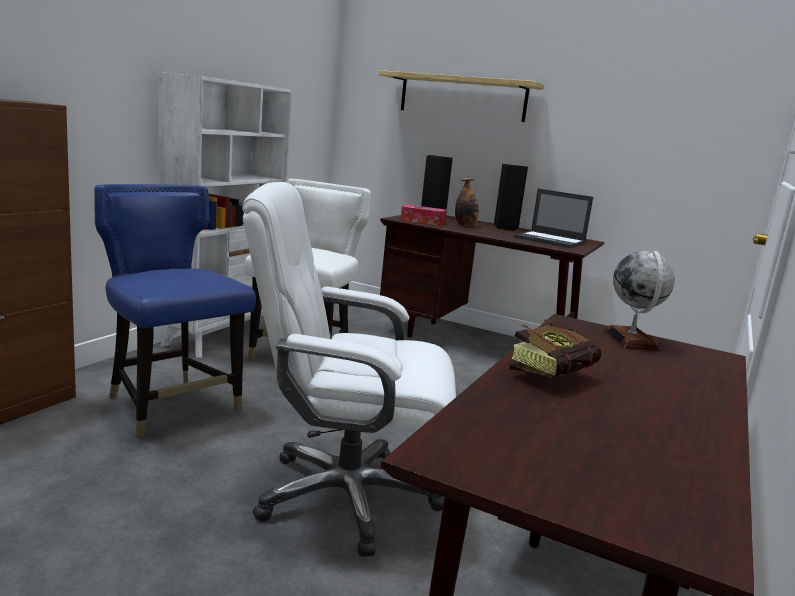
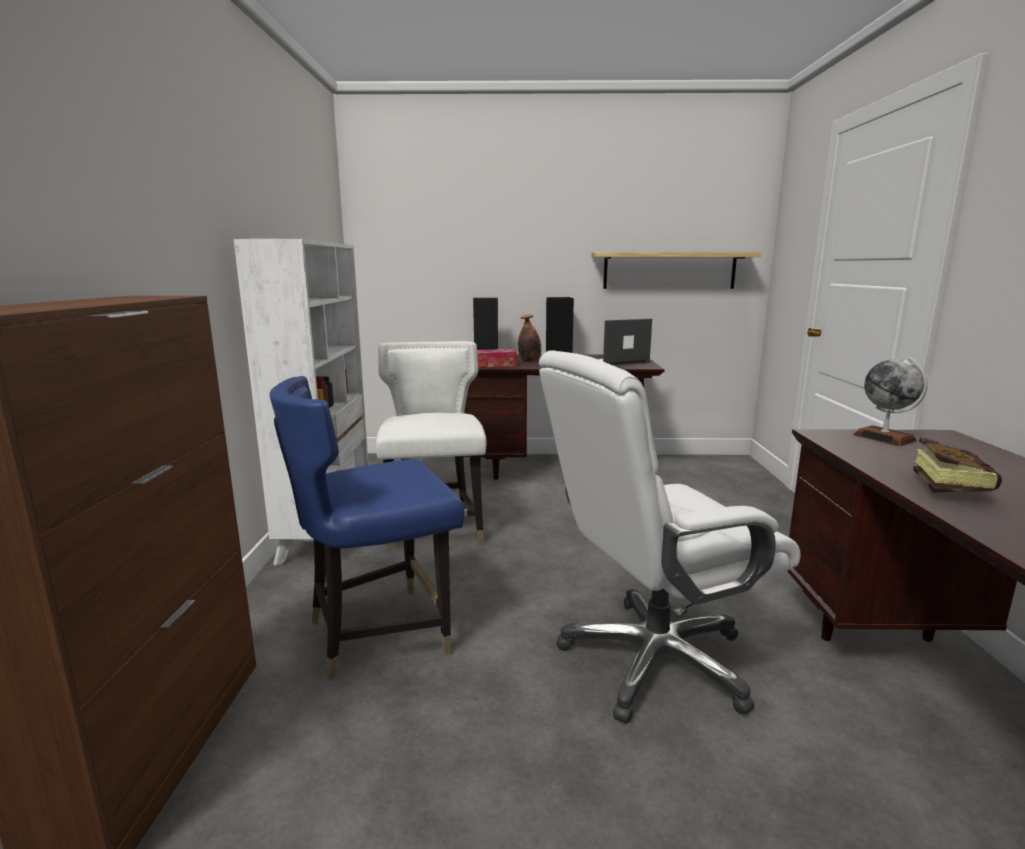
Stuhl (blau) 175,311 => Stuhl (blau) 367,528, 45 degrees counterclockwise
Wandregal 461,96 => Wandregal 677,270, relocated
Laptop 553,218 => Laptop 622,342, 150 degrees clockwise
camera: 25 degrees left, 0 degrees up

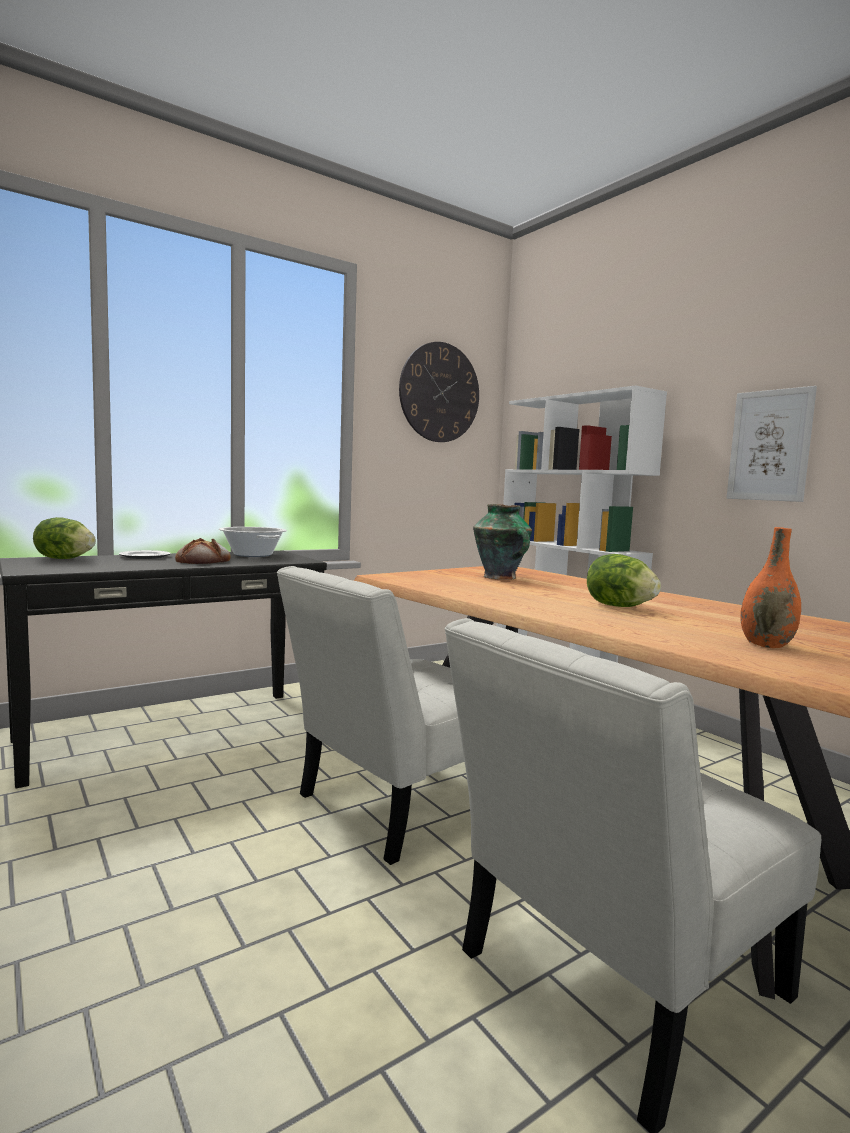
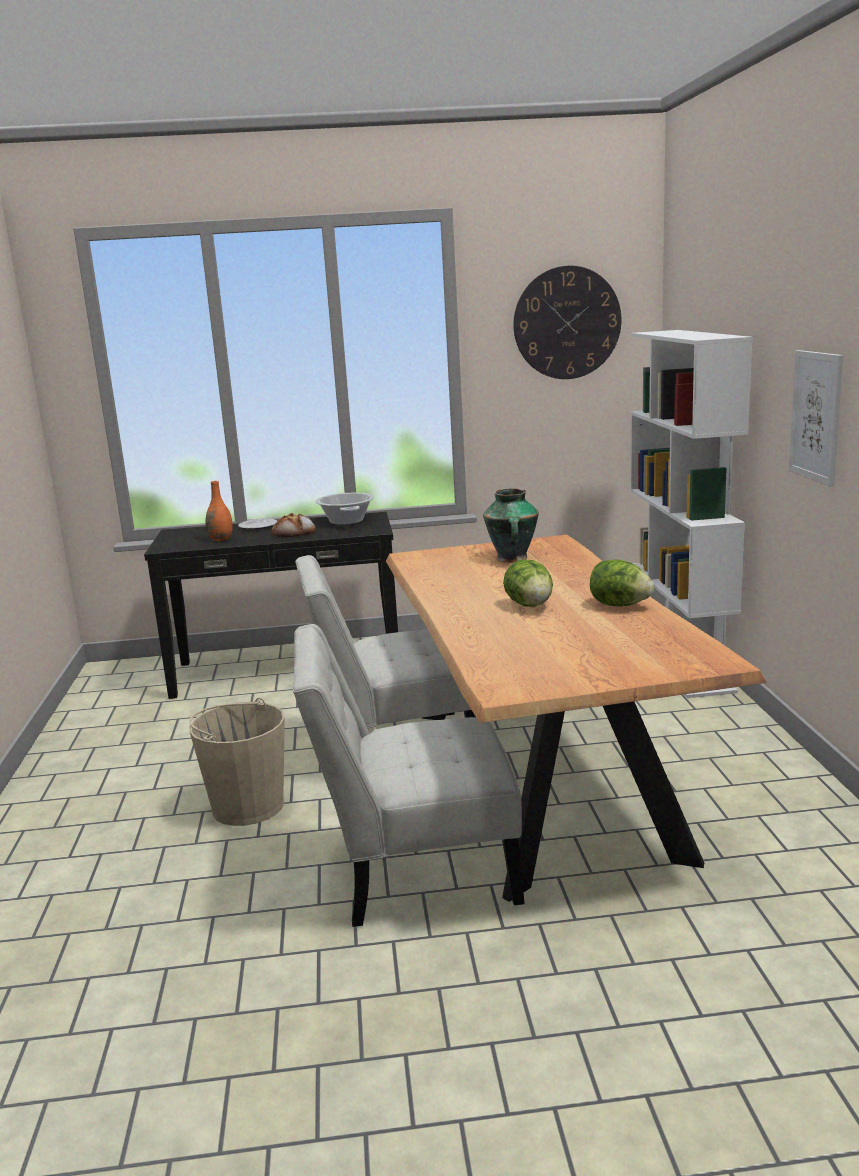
Salatkopf 64,538 => Salatkopf 622,582, relocated
Vase (orange) 770,587 => Vase (orange) 219,511, relocated
nothing => Eimer (beige) 237,762
camera: 30 degrees right, 10 degrees up

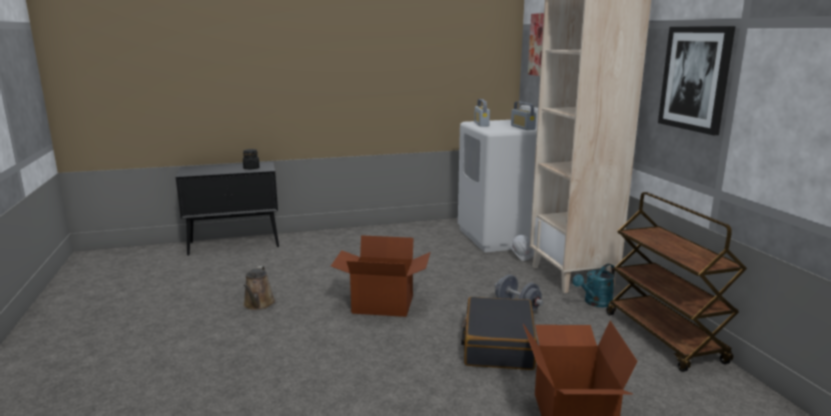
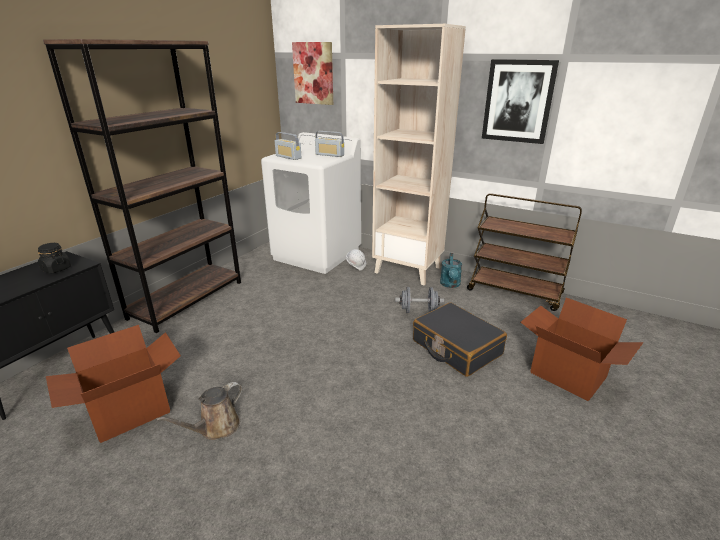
Gießkanne (braun) 259,288 => Gießkanne (braun) 199,411, 90 degrees clockwise
Karton 381,276 => Karton 113,384, relocated
nothing => Bücherregal (braun) 142,186
camera: 45 degrees left, 10 degrees up

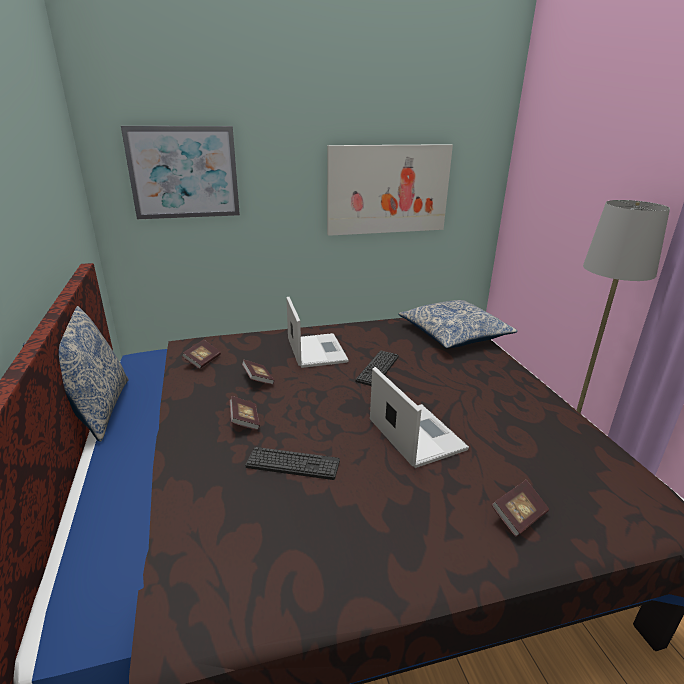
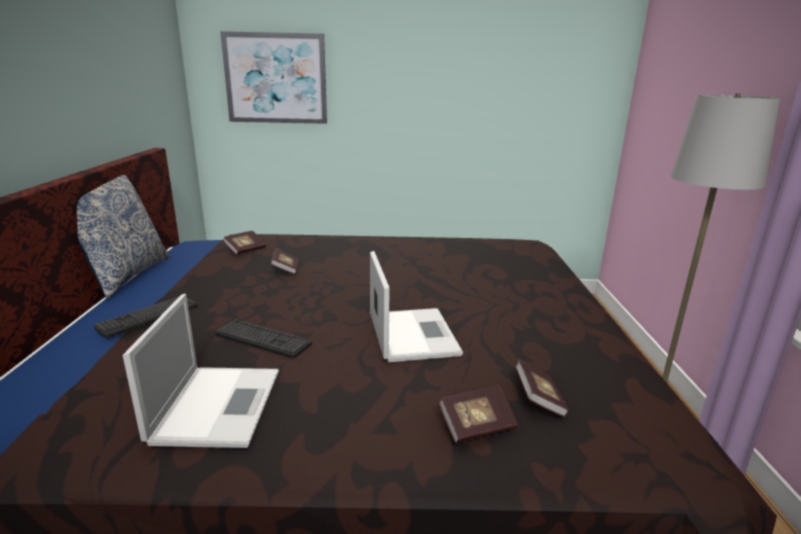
Buch 244,413 => Buch 542,388, relocated
Laptop 317,332 => Laptop 201,371, relocated
Bild 390,190 => nothing
Tastatur 377,368 => Tastatur 146,317, relocated
Kissen 458,324 => nothing
camera: 15 degrees right, 5 degrees down

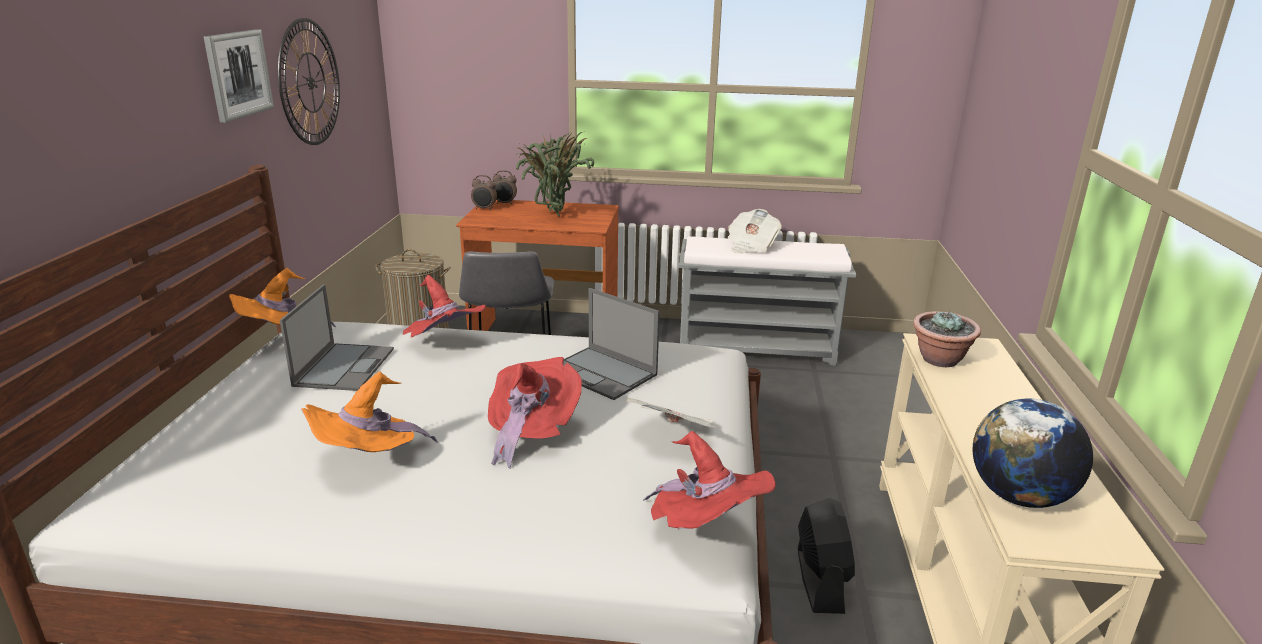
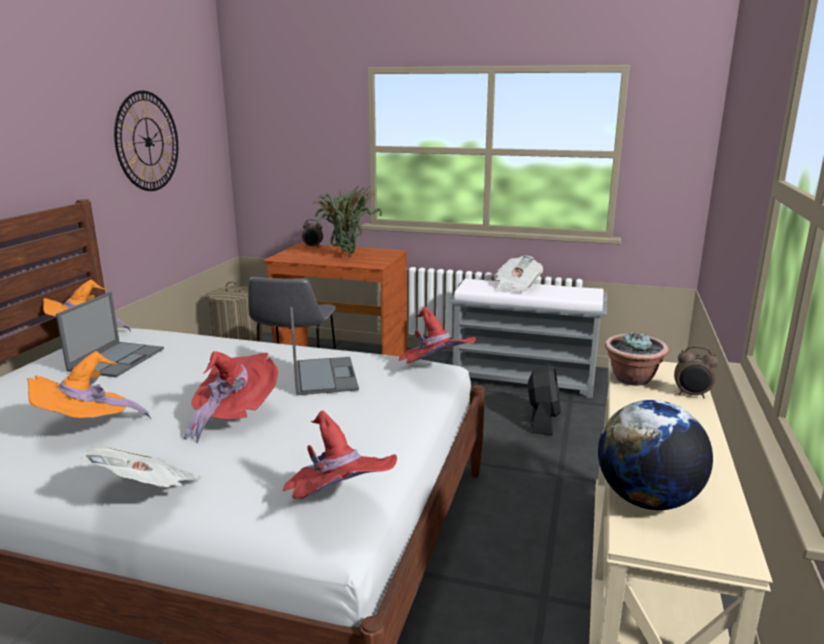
Bild 239,76 => nothing
Hut (rot) 444,306 => Hut (rot) 437,335, relocated
Wecker 484,192 => Wecker 696,372, relocated
Laptop 611,344 => Laptop 324,351, 150 degrees counterclockwise
Zeitung 671,413 => Zeitung 141,467, relocated
Ventilator (schwarz) 826,556 => Ventilator (schwarz) 544,399, relocated
camera: 10 degrees right, 5 degrees down

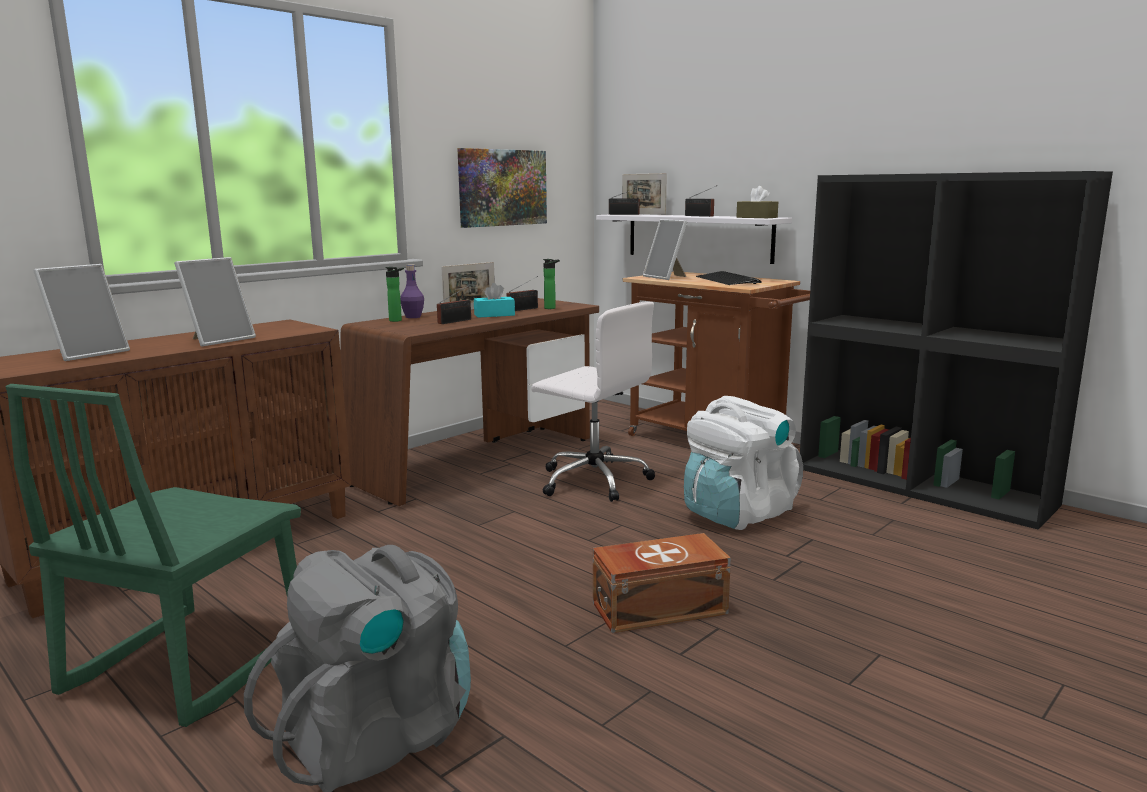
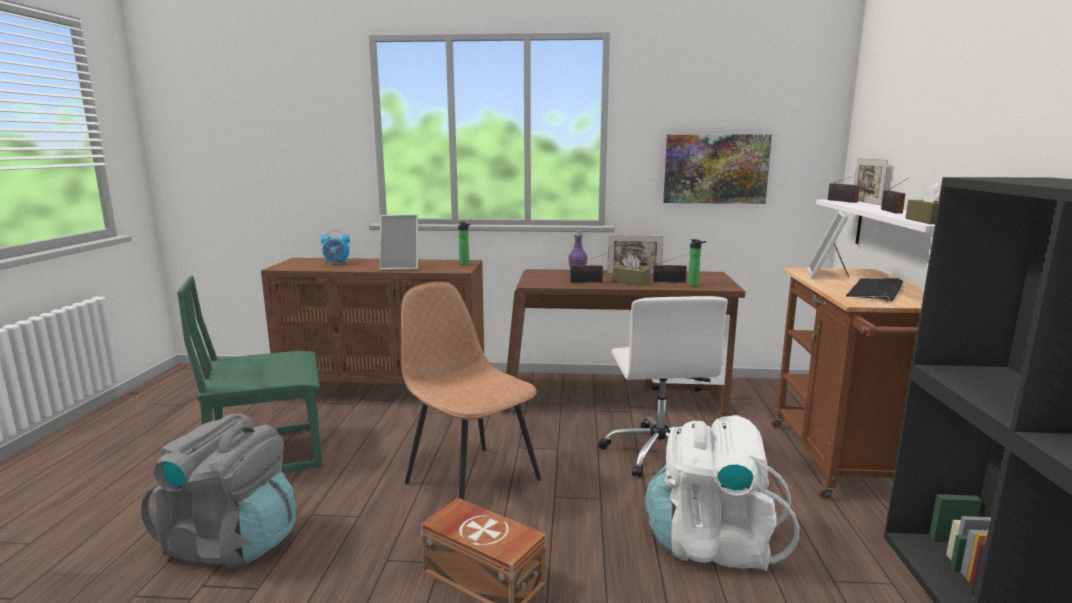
Bilderrahmen 81,312 => Wecker 335,247
Flasche 394,294 => Flasche 464,243, relocated
Taschentuchbox (türkis) 494,300 => Taschentuchbox (braun) 631,270
nothing => Stuhl (braun) 471,390
camera: 50 degrees right, 0 degrees up

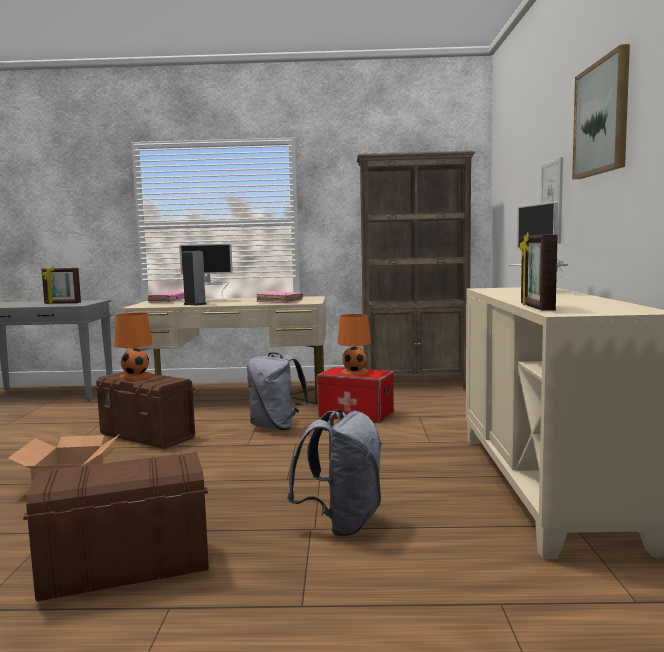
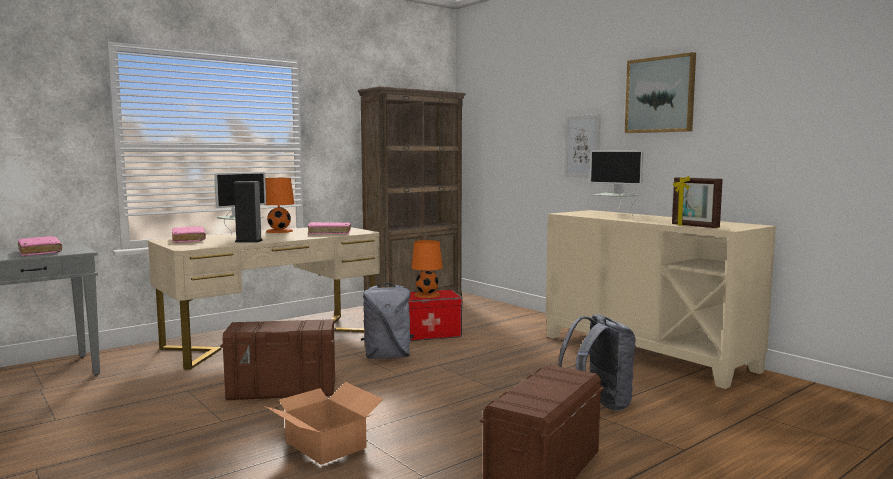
Bilderrahmen 61,285 => Buch (rosa) 40,246
Tischlampe (orange) 133,346 => Tischlampe (orange) 279,205, relocated
camera: 40 degrees left, 0 degrees up

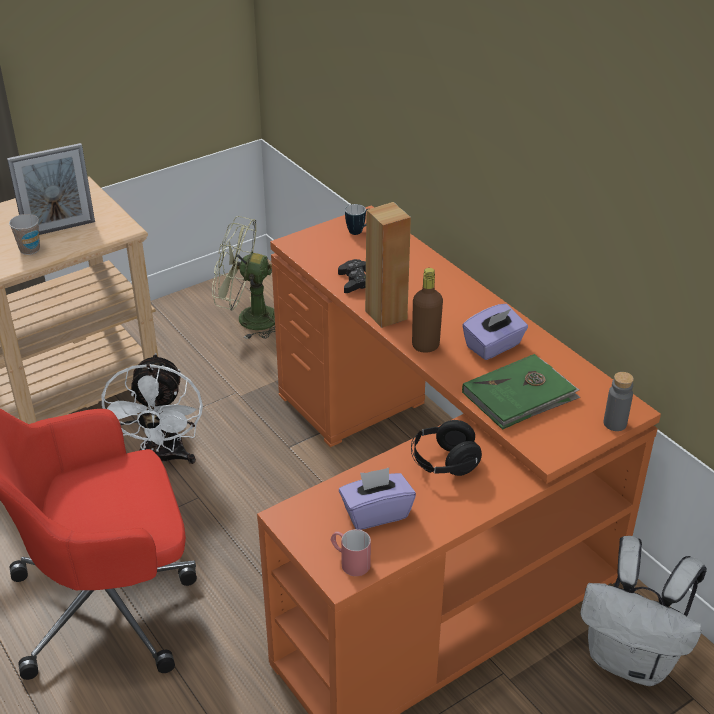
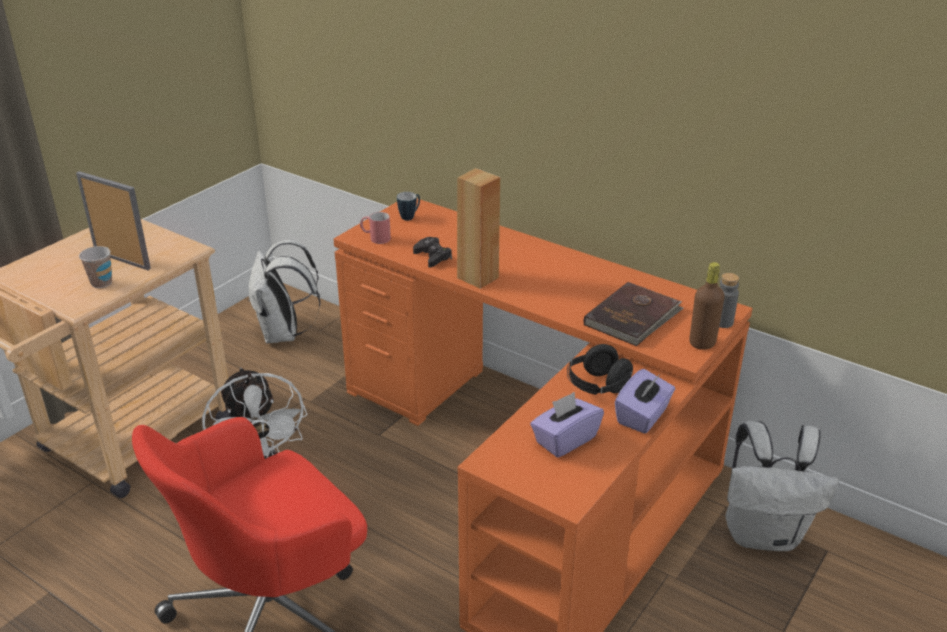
Bilderrahmen 51,189 => Bilderrahmen 113,220, 105 degrees counterclockwise
Ventilator (grün) 243,277 => Rucksack (weiß) 284,292
Henkelbecher (rot) 351,552 => Henkelbecher (rot) 375,228, relocated
Flasche (braun) 427,310 => Flasche (braun) 707,306, relocated
Taschentuchbox (lila) 495,332 => Taschentuchbox (lila) 645,401, relocated
Buch (grün) 521,392 => Buch (braun) 634,314
camera: 20 degrees left, 5 degrees down

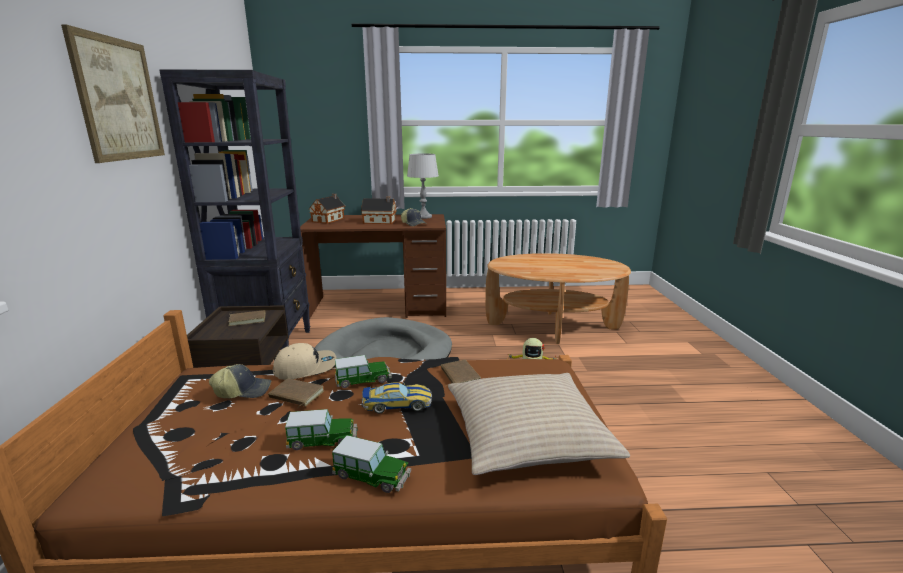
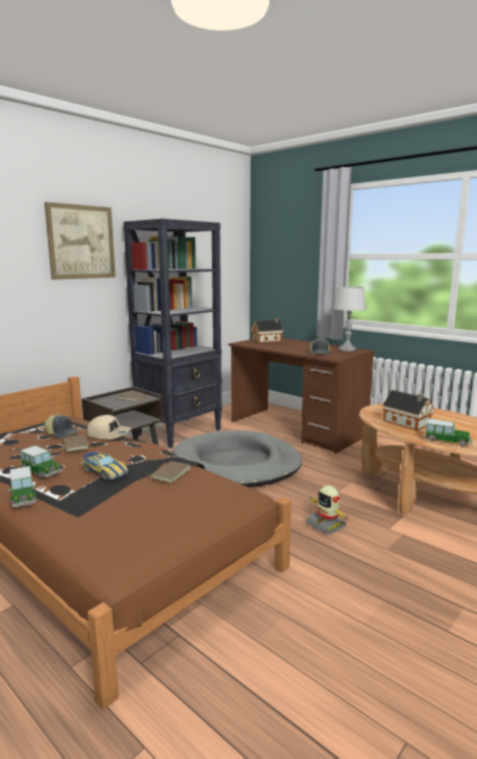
Spielzeugauto 363,371 => Spielzeugauto 448,432, relocated
Spielzeughaus 379,210 => Spielzeughaus 408,410, relocated
Kissen (beige) 539,424 => nothing
camera: 45 degrees right, 5 degrees down

